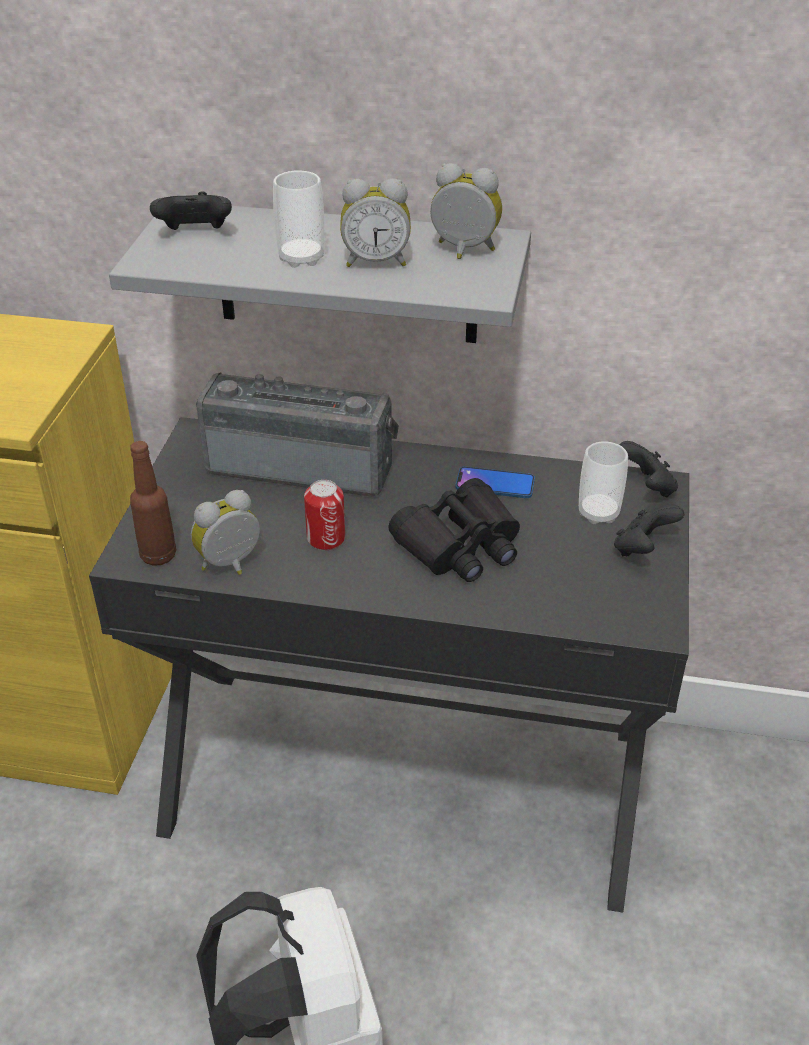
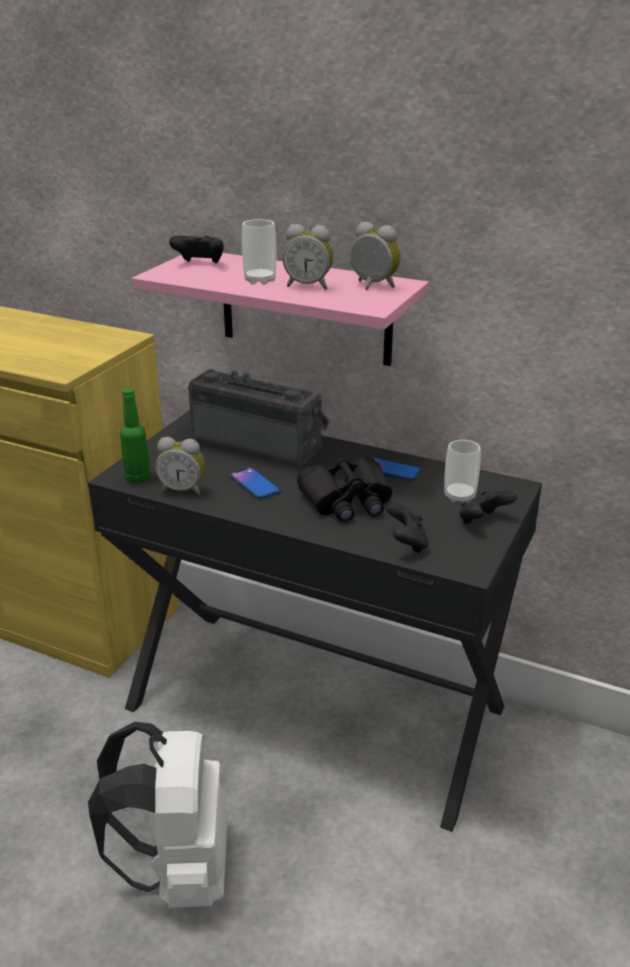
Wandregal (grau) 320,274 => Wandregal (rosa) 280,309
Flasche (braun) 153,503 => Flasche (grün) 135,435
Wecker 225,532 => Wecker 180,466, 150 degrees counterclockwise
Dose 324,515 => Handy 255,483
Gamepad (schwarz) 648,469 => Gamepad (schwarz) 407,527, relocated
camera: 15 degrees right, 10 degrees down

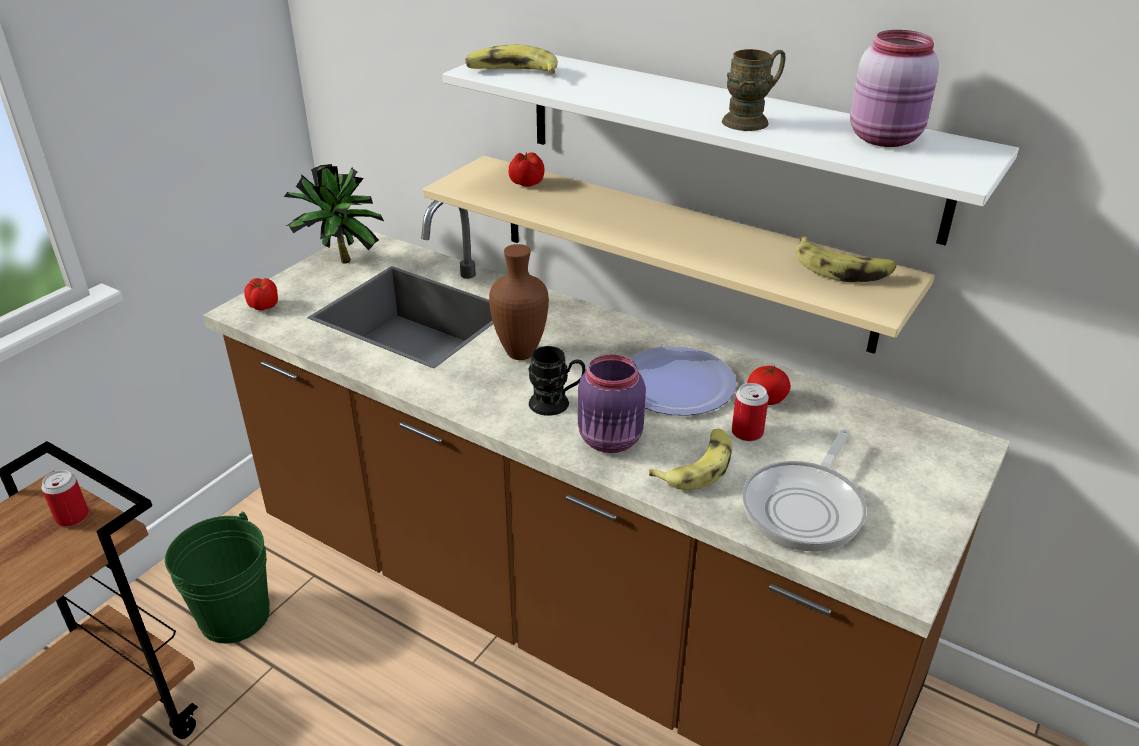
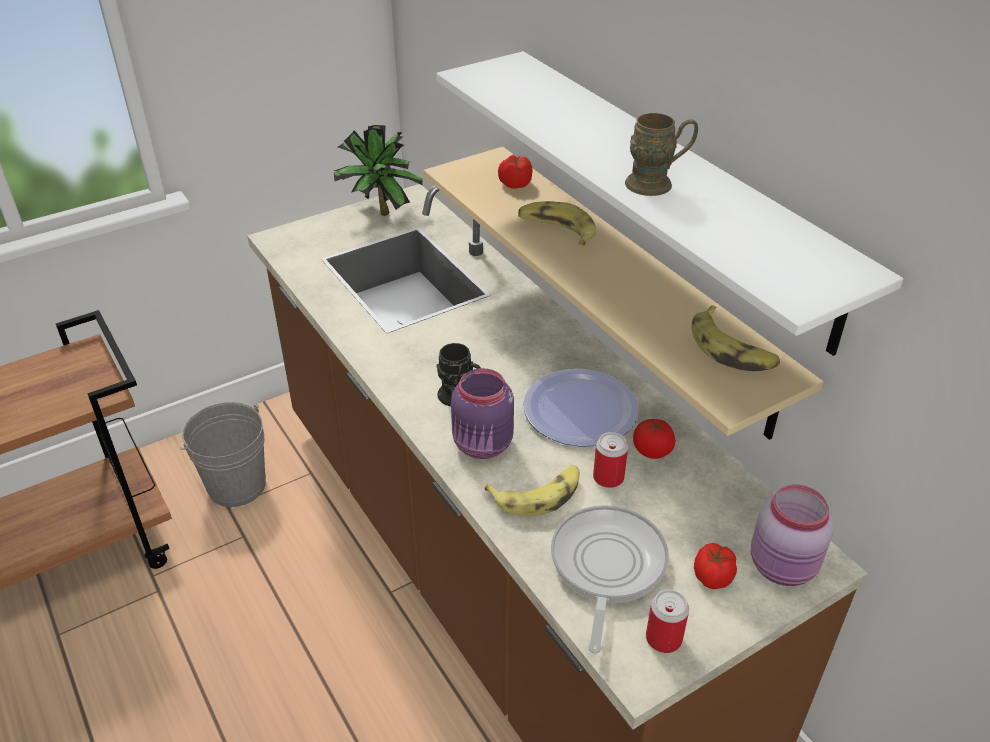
Dose 65,498 => Dose 667,621, relocated
Eimer (grün) 217,578 => Eimer (grau) 223,454
Tomate 261,294 => Tomate 715,566, relocated
Banane 511,58 => Banane 557,223, relocated
Vase (braun) 519,302 => nothing
Pfanne 804,490 => Pfanne 610,579, 135 degrees clockwise
Vorratsglas (rosa) 894,88 => Vorratsglas (rosa) 792,535, relocated
camera: 25 degrees right, 5 degrees up

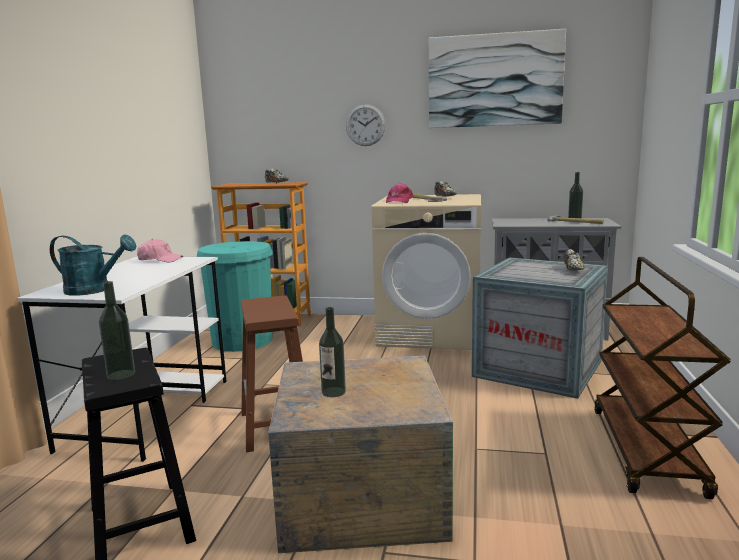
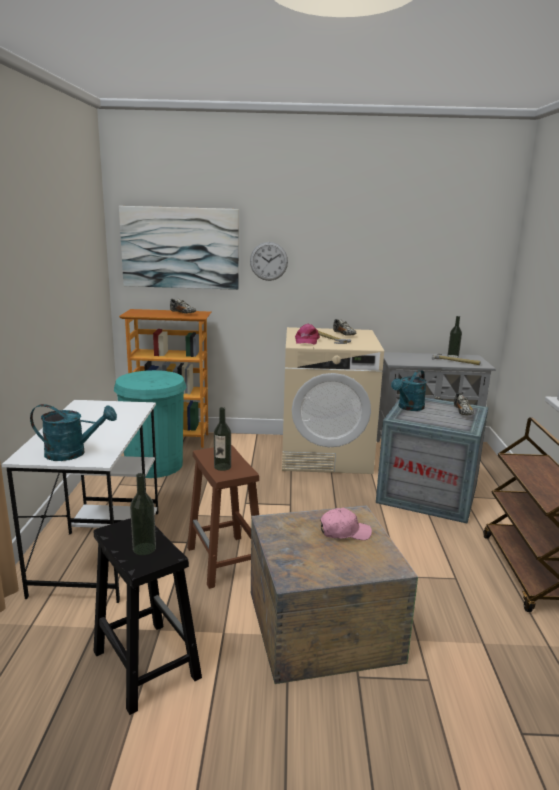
Kappe (rosa) 160,250 => Kappe (rosa) 346,524, relocated
Flasche 332,352 => Flasche 222,439, relocated
Bild 497,78 => Bild 179,248, relocated
nothing => Gießkanne (türkis) 409,390
camera: 10 degrees left, 5 degrees up

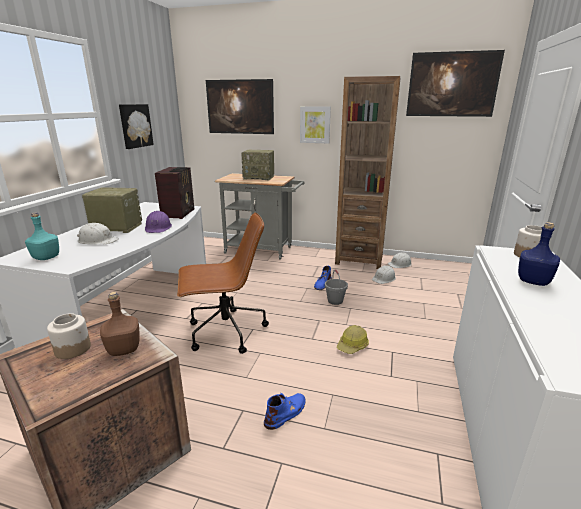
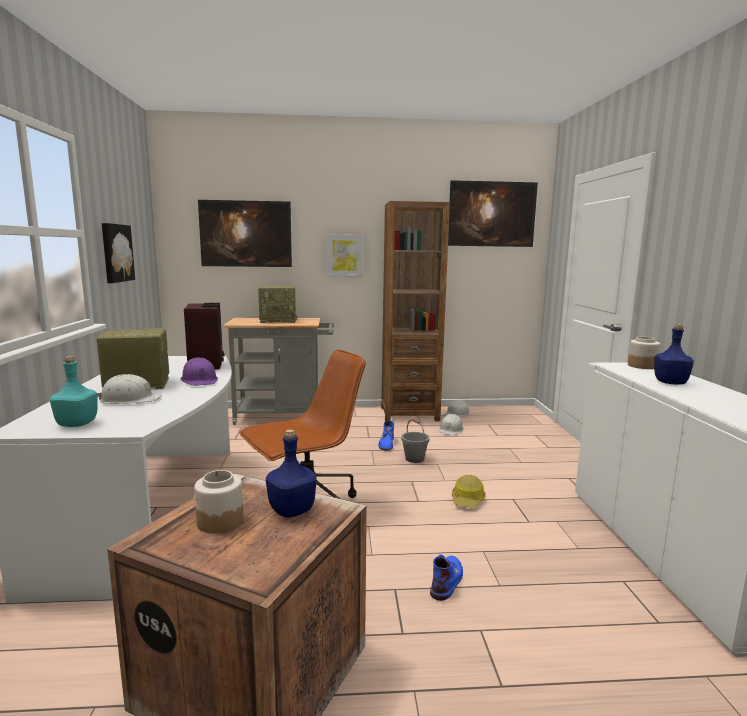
Flasche (braun) 120,324 => Flasche (blau) 291,473
camera: 20 degrees left, 10 degrees down

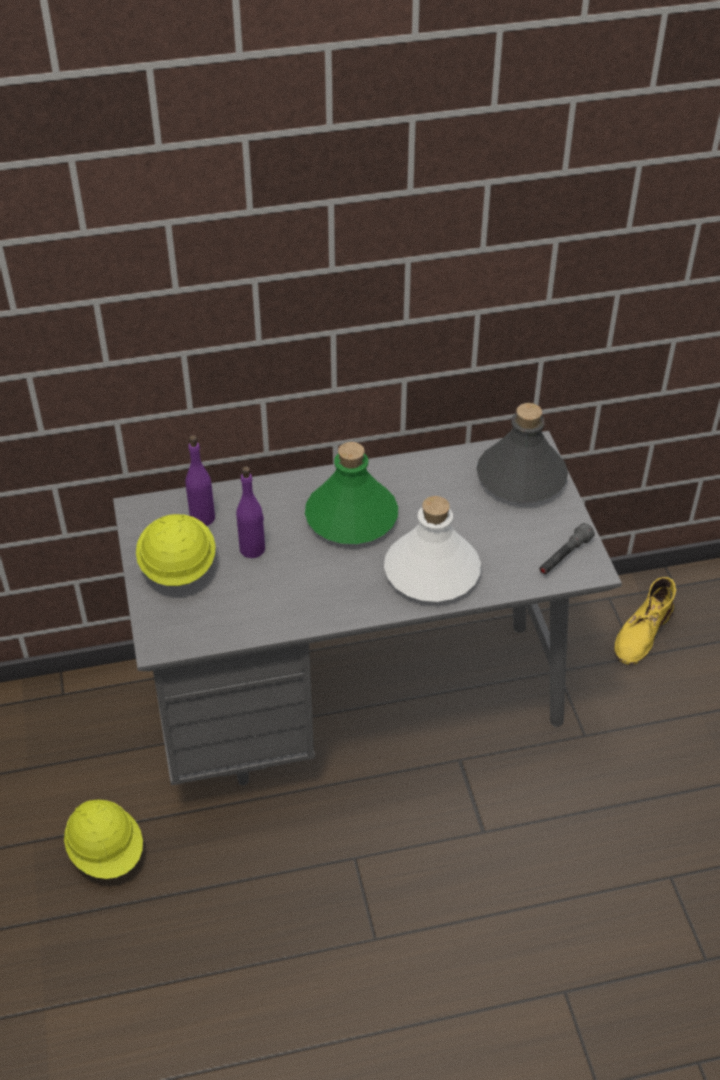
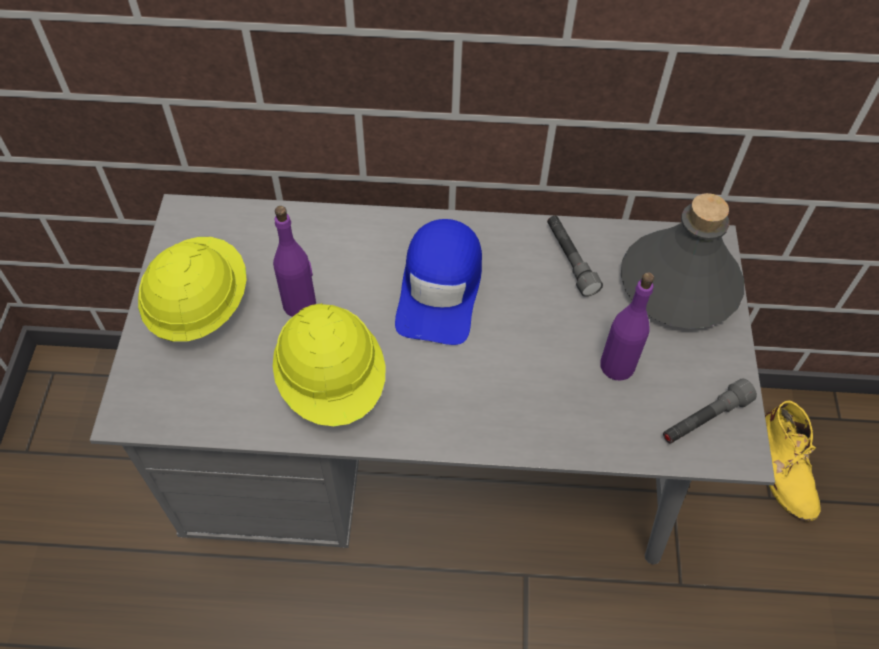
Schutzhelm (gelb) 103,839 => Schutzhelm (gelb) 329,364, relocated
Flasche (lila) 200,480 => Flasche (lila) 627,327, relocated
Flasche (grün) 351,493 => Kappe (blau) 438,282
Flasche (weiß) 432,549 => nothing
Stiefel (gelb) 645,621 => Stiefel (gelb) 793,461, 60 degrees counterclockwise
nothing => Taschenlampe (grau) 575,256
camera: 15 degrees right, 10 degrees up

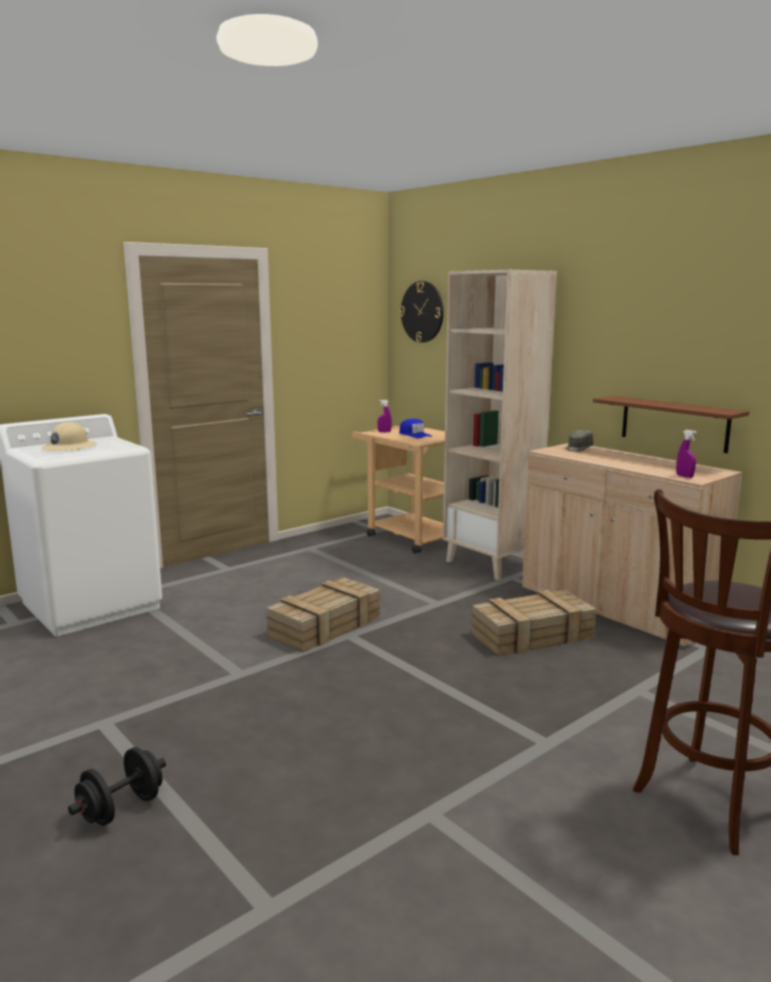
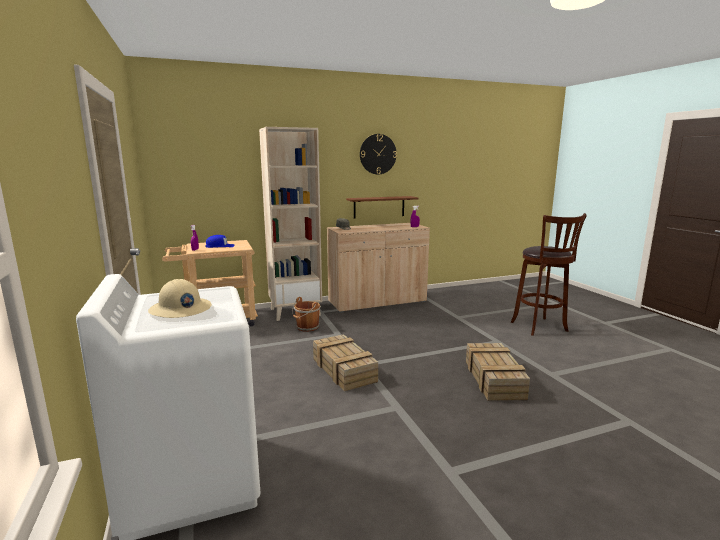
Hantel (schwarz) 117,786 => nothing
Wanduhr 422,312 => Wanduhr 378,154, relocated
Kiste 534,623 => Kiste 498,372, relocated
nothing => Eimer (braun) 306,314
camera: 70 degrees left, 0 degrees up

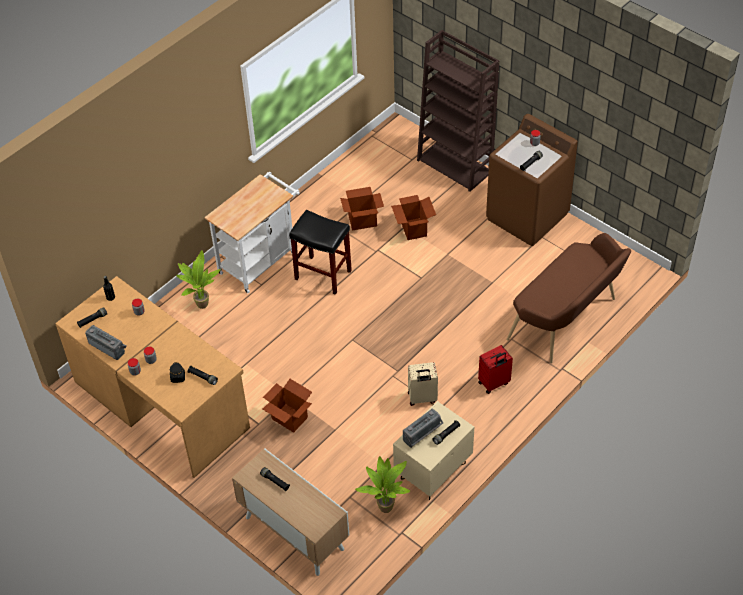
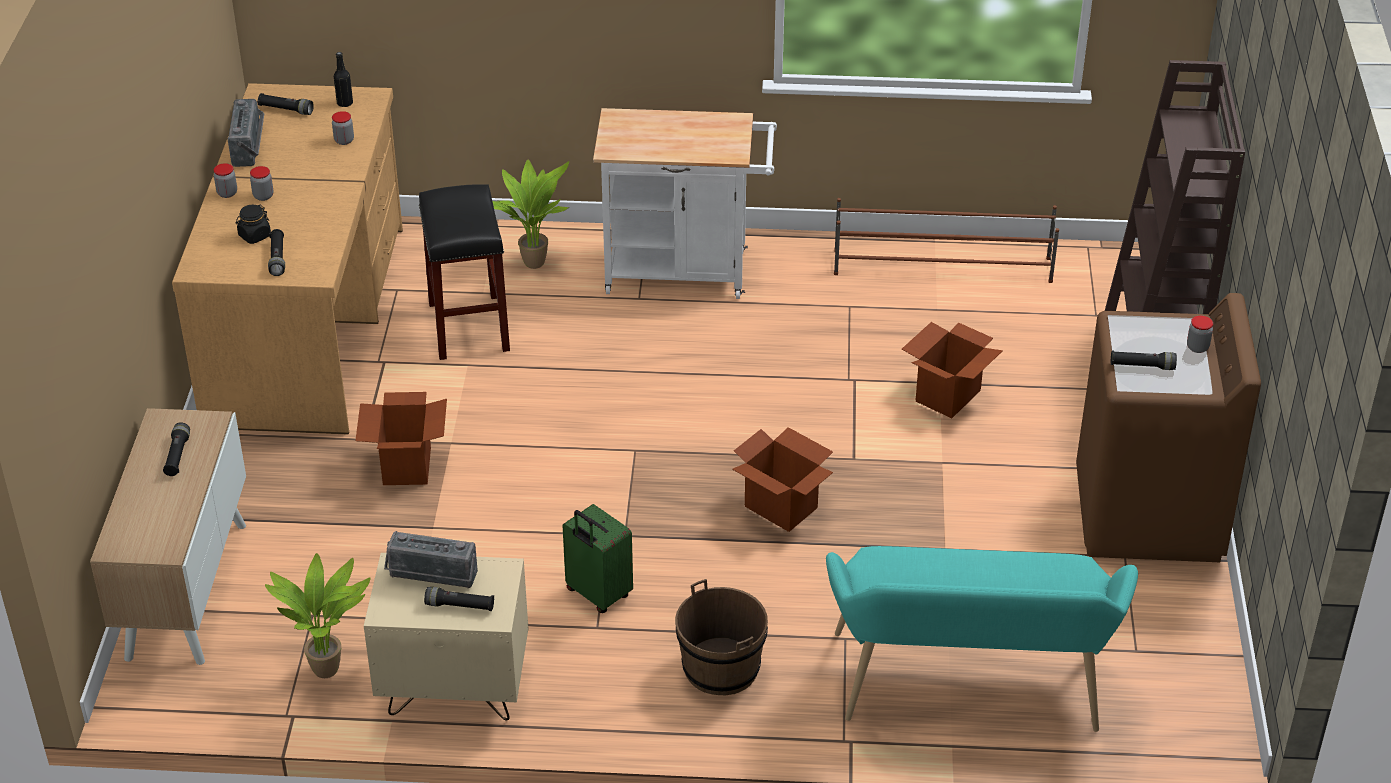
Hocker (schwarz) 320,252 => Hocker (schwarz) 464,272, relocated
Karton 362,209 => Karton 782,479, relocated
Koffer (beige) 423,384 => Koffer (grün) 597,558
Koffer (rot) 495,369 => Eimer (braun) 721,637
Bank (braun) 569,298 => Bank (türkis) 982,639
nothing => Schuhregal (braun) 946,240
camera: 50 degrees right, 10 degrees down

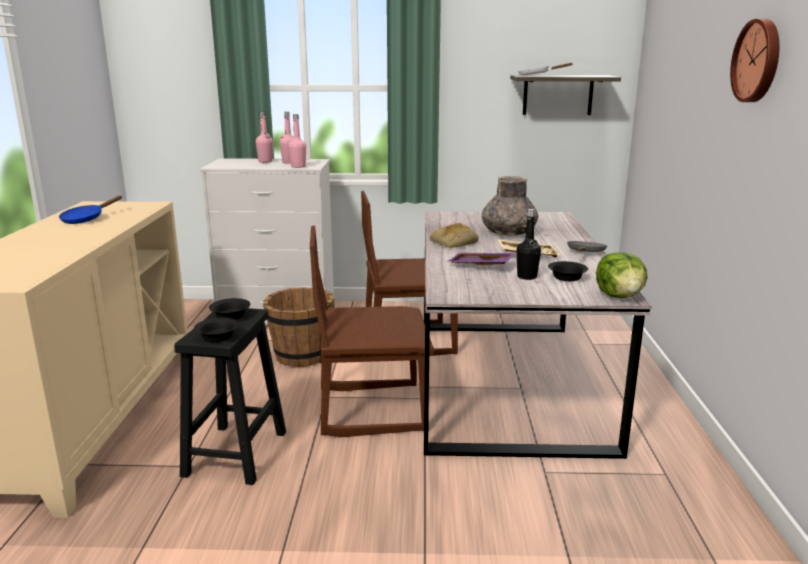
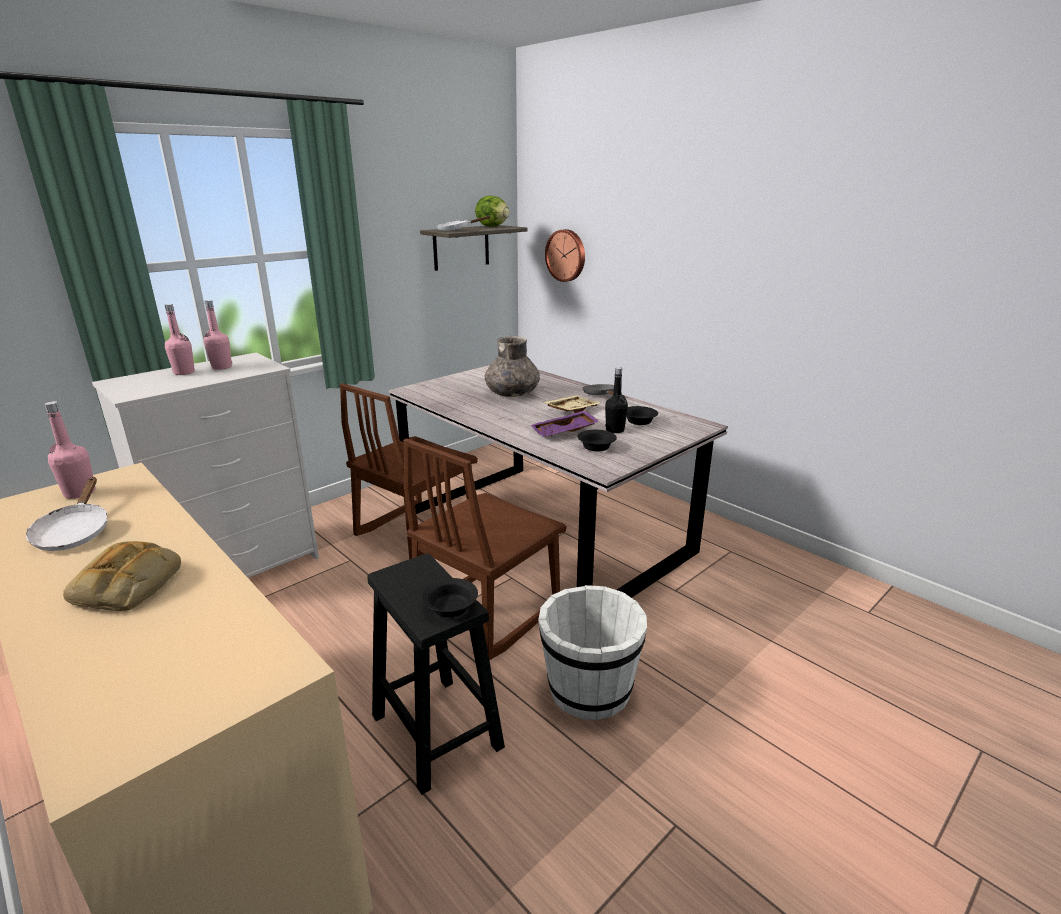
Pfanne (blau) 90,210 => Pfanne (weiß) 67,514
Schüssel (schwarz) 229,309 => Schüssel (schwarz) 597,440, relocated
Eimer (braun) 298,327 => nothing
Flasche (rosa) 297,141 => Flasche (rosa) 69,450, relocated
Brot 454,235 => Brot 122,576, relocated
Salatkopf 621,275 => Salatkopf 492,211, relocated
Wanduhr 755,60 => Wanduhr 565,255, relocated
nothing => Eimer (weiß) 592,652
camera: 45 degrees left, 5 degrees up

